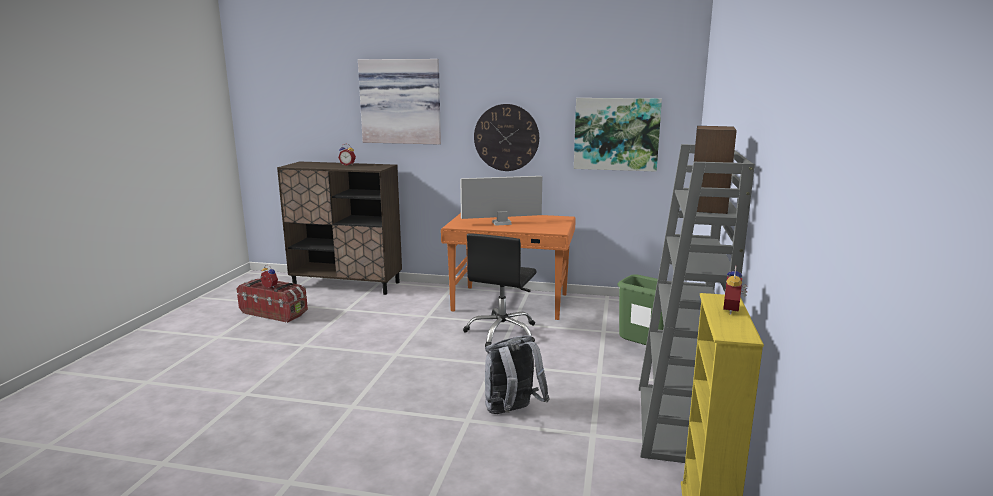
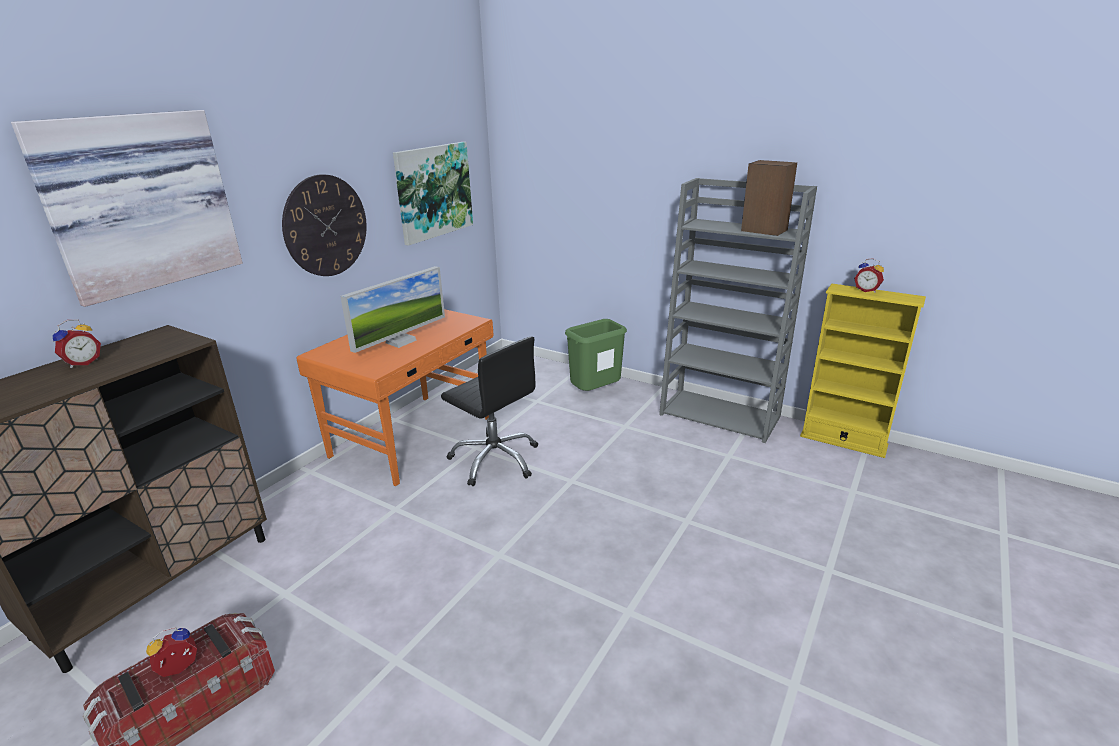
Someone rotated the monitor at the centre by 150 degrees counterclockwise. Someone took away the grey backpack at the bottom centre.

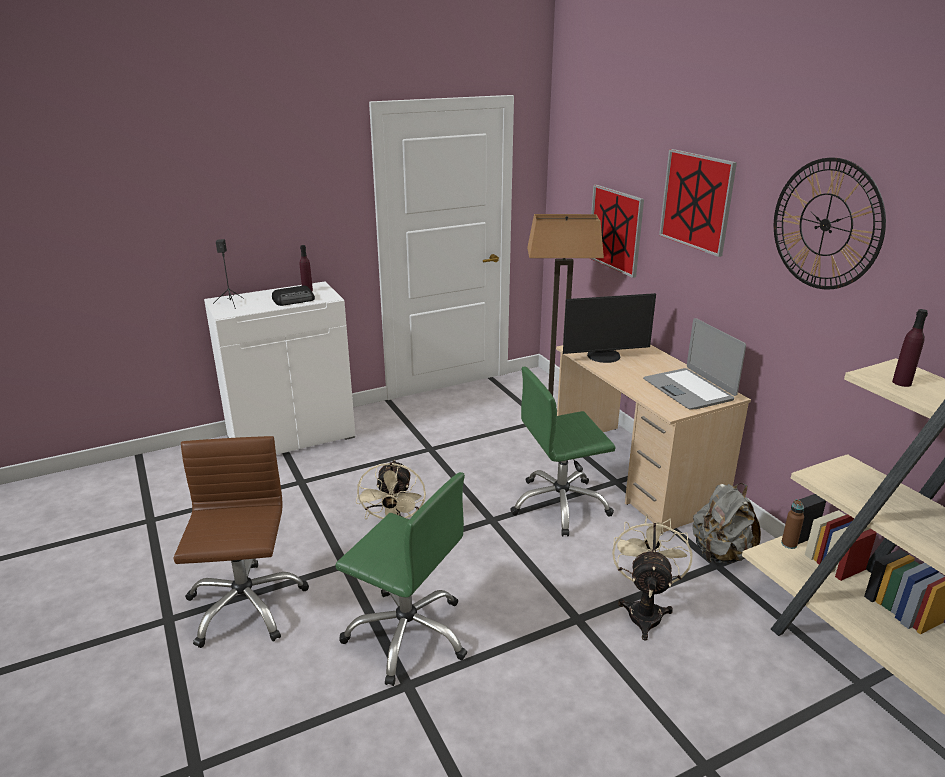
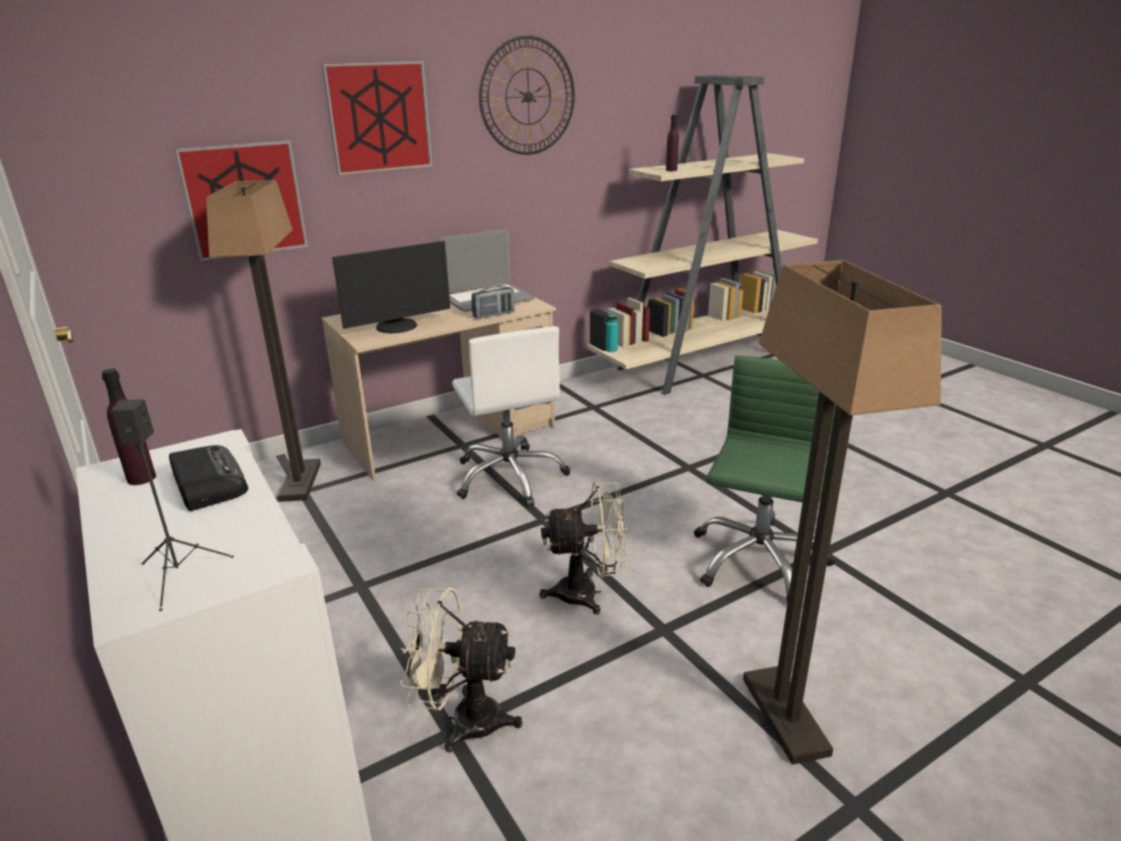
Someone rotated the monitor at the centre by 75 degrees clockwise. Someone carried the beige fan (no. 2 from left in the first image) from the bottom right to the bottom centre. Someone repainted the green office chair (no. 2 from left) at the centre, which became the white office chair at the centre. Someone put down the radio (no. 2 from left) at the centre. Someone repainted the brown bottle at the bottom right, which became the turquoise bottle at the centre. Someone swapped the brown office chair at the bottom left for the floor lamp (no. 2 from left) at the middle right. Someone took away the grey backpack at the bottom right.

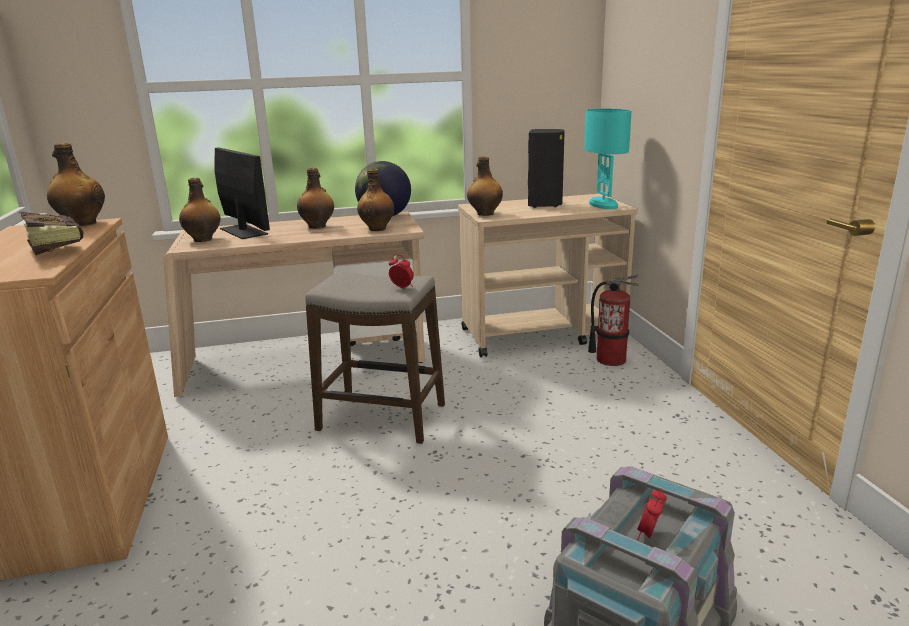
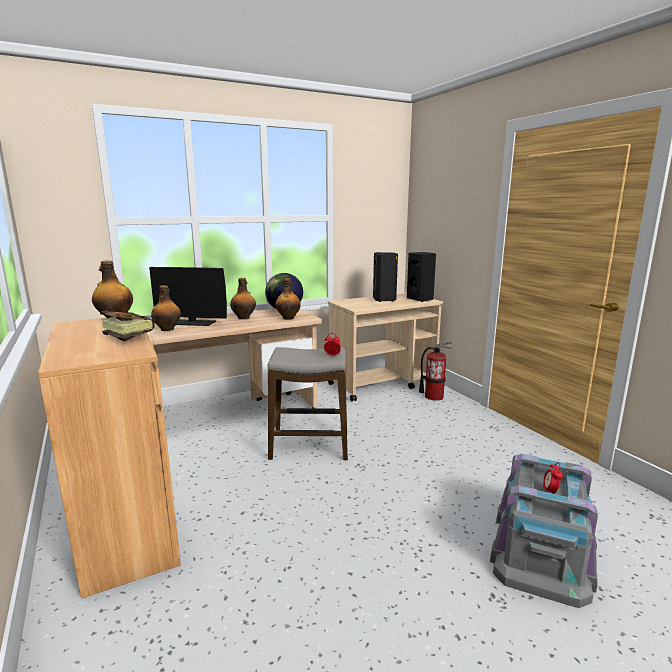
Someone rotated the monitor at the top left by 150 degrees clockwise. Someone swapped the turquoise table lamp at the top right for the black speaker (no. 2 from left) at the centre. Someone took away the bottle (no. 5 from left) at the top centre.

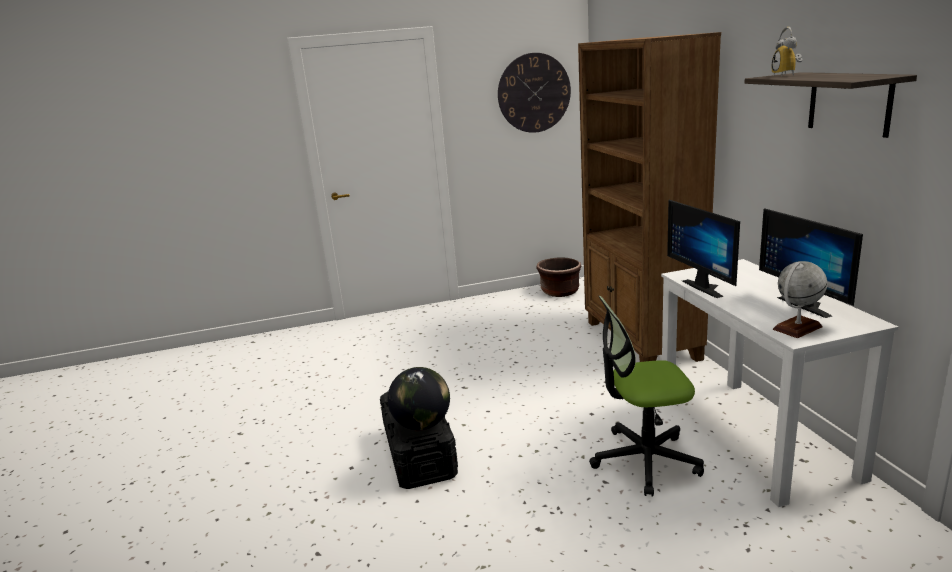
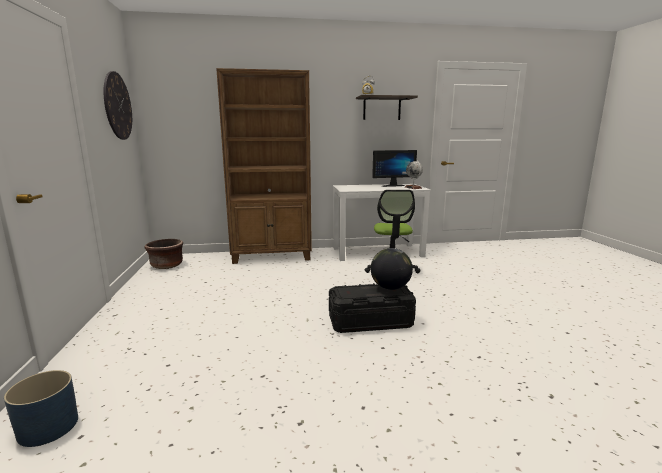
Someone put down the blue planter at the bottom left. Someone took away the monitor (no. 1 from left) at the middle right.

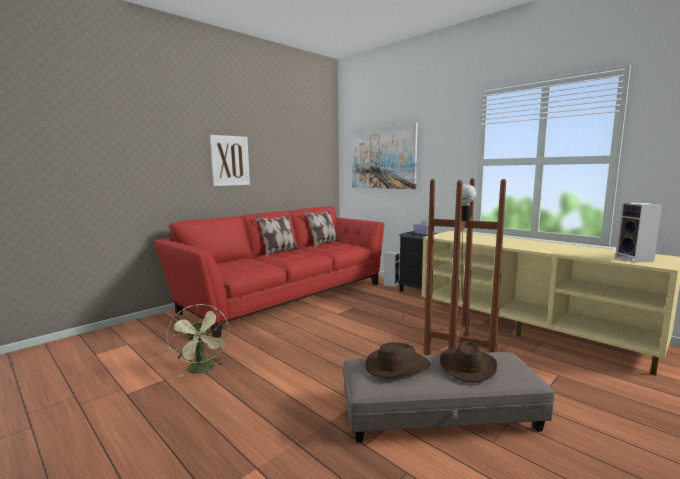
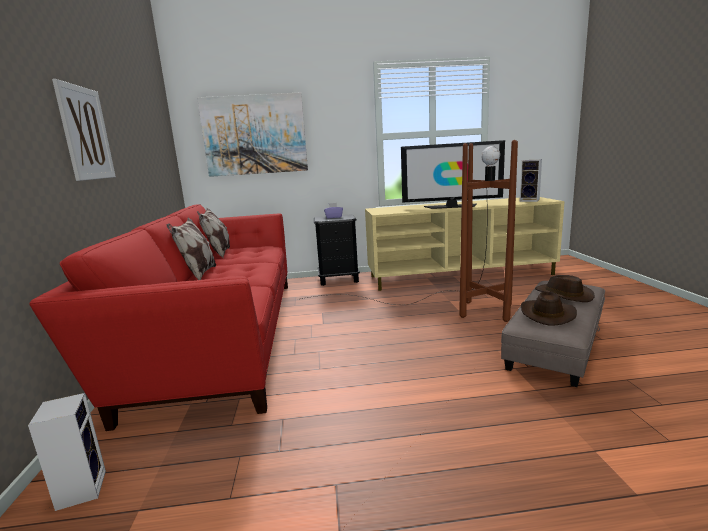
Someone carried the speaker (no. 1 from left) from the centre to the bottom left. Someone put down the television at the top centre. Someone took away the green fan at the bottom left.

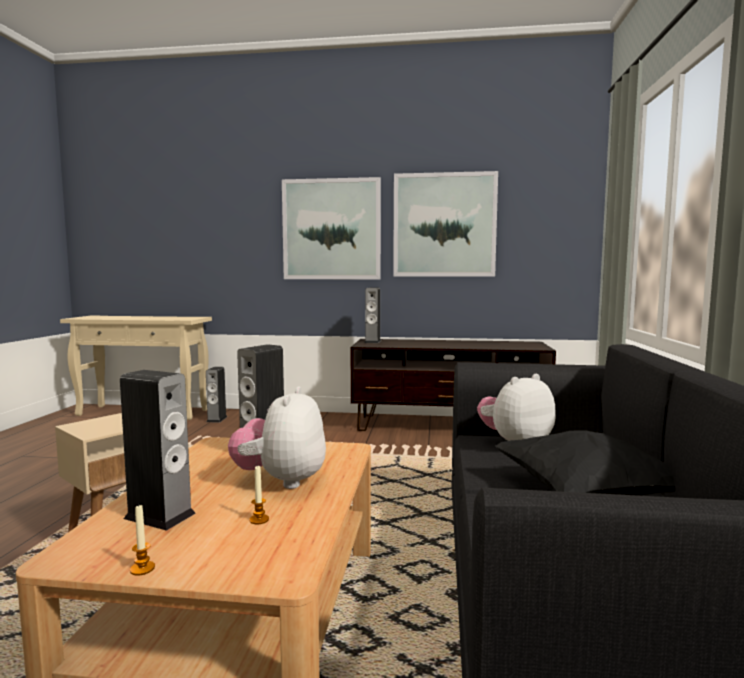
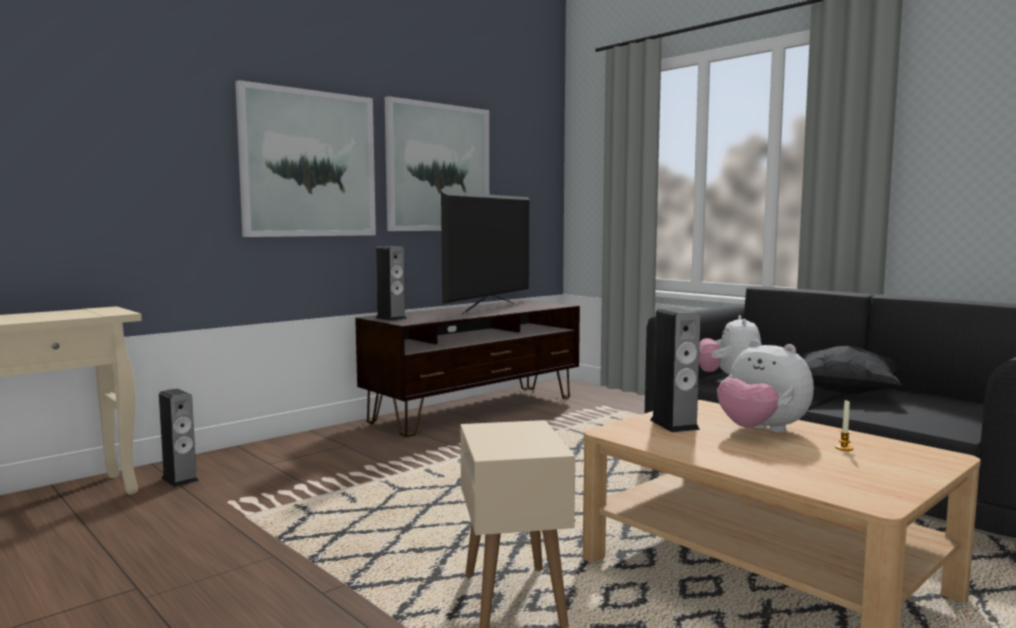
Someone put down the television at the centre. Someone took away the speaker (no. 1 from left) at the middle left. Someone took away the candle (no. 1 from left) at the bottom left.

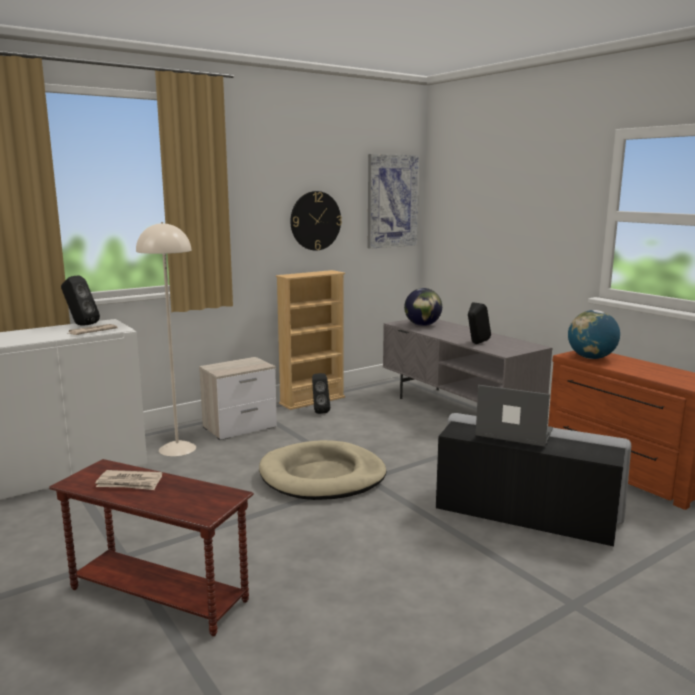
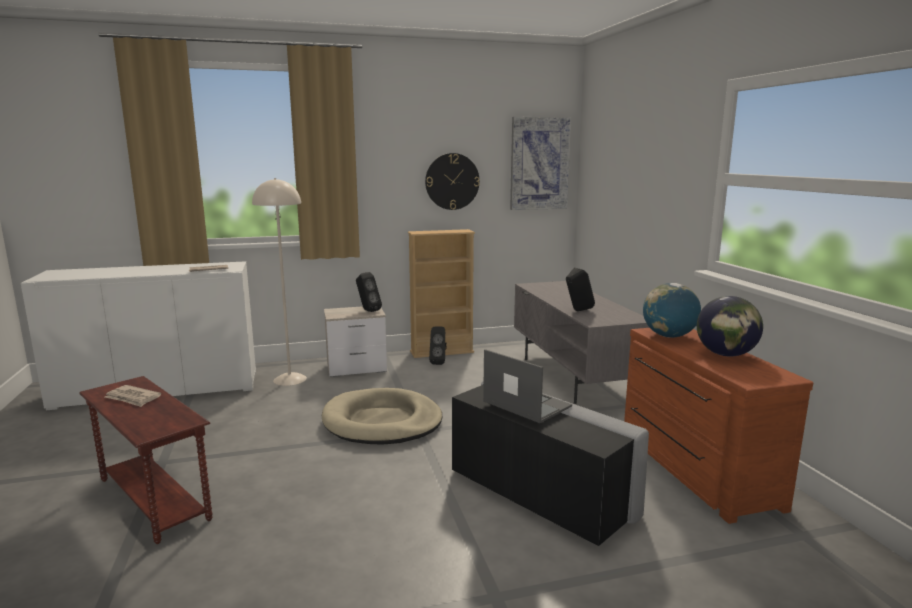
Someone carried the black speaker (no. 1 from left) from the middle left to the centre. Someone carried the globe (no. 1 from left in the first image) from the centre to the middle right.

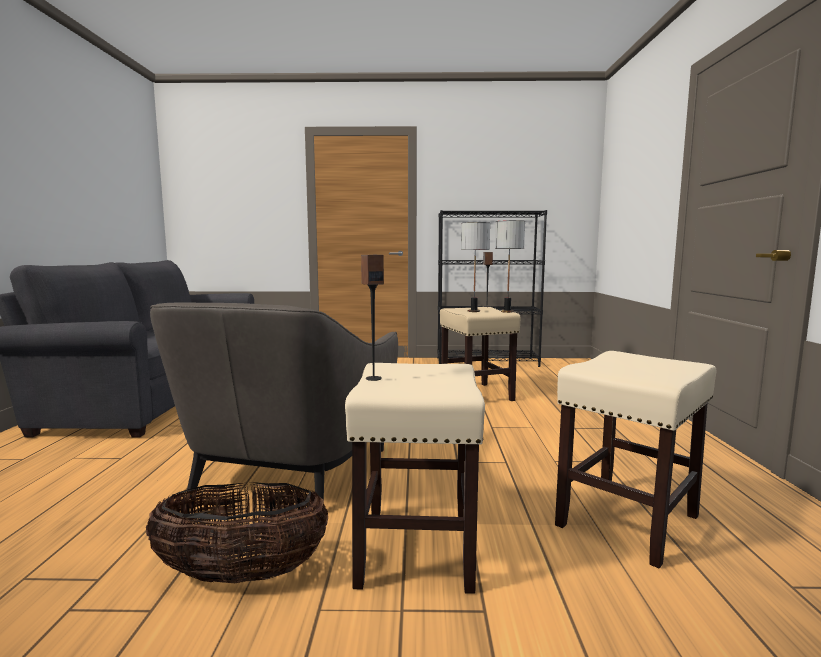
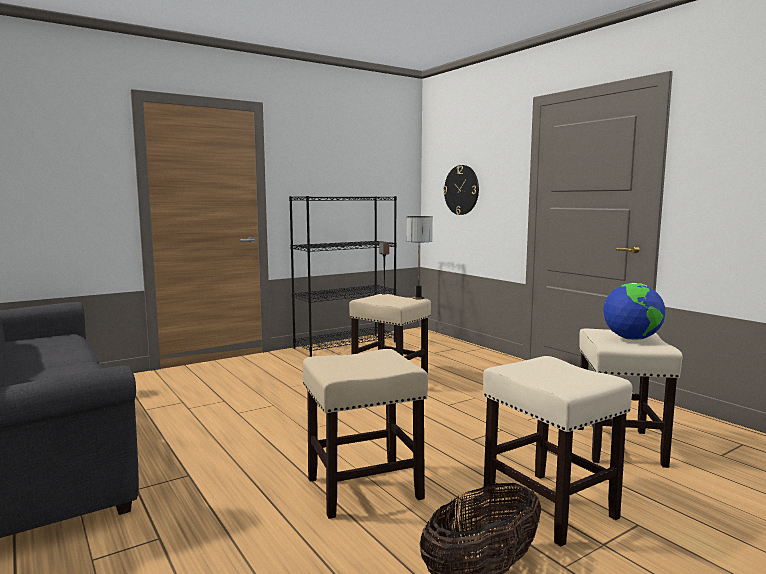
Someone swapped the grey armchair at the centre for the beige stool (no. 1 from left) at the bottom centre. Someone put up the wall clock at the top centre. Someone put down the globe at the middle right. Someone took away the speaker (no. 1 from left) at the centre. Someone took away the table lamp (no. 1 from left) at the centre.

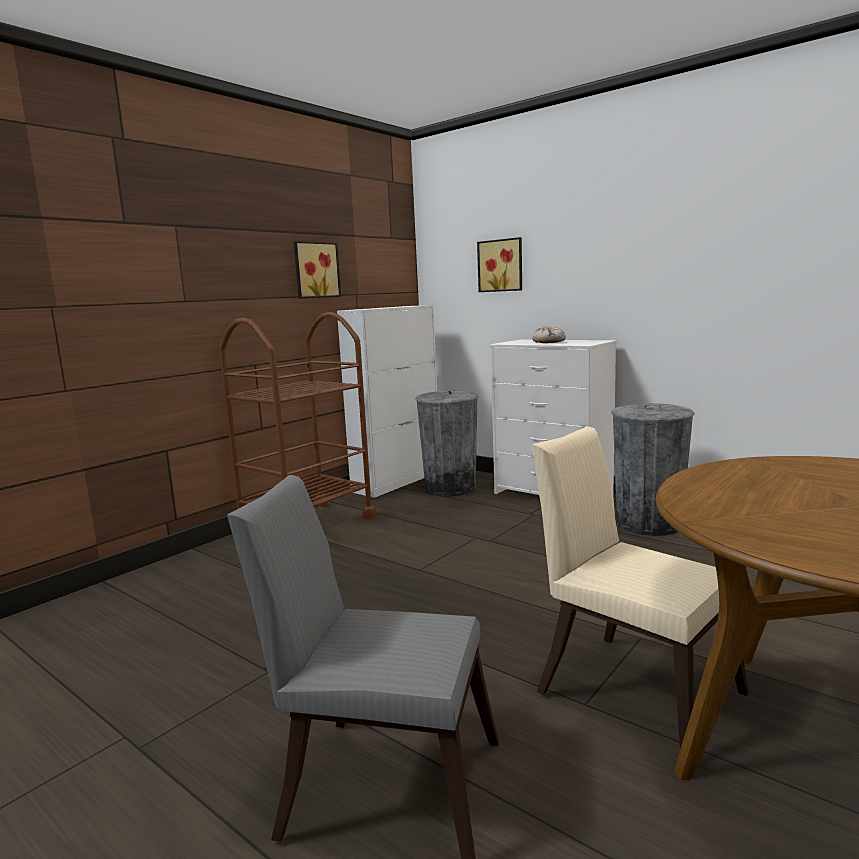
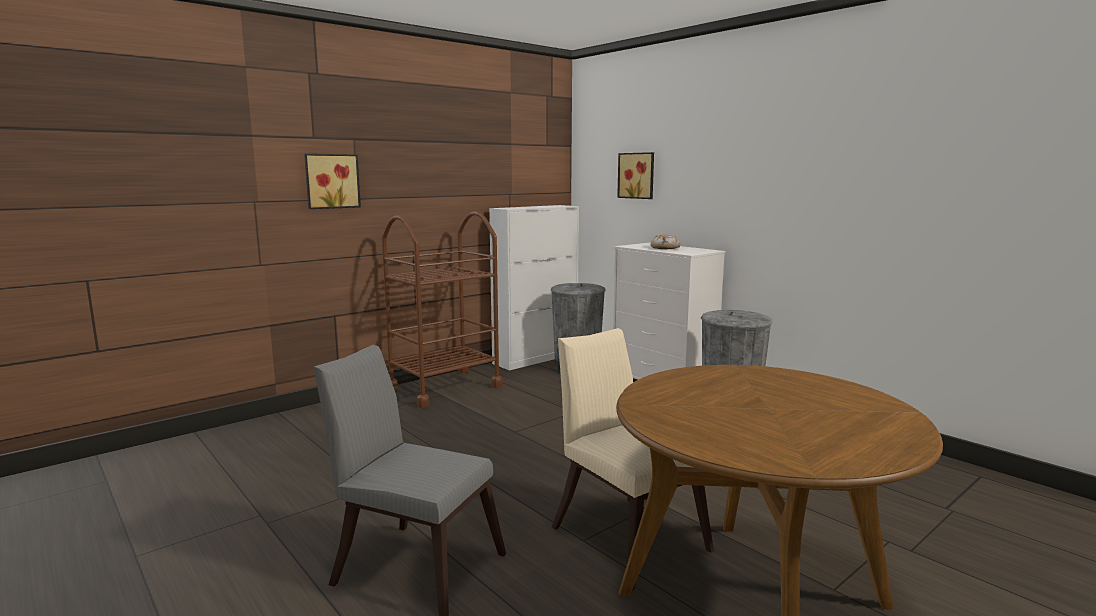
Someone carried the picture (no. 1 from left) from the top centre to the top left.

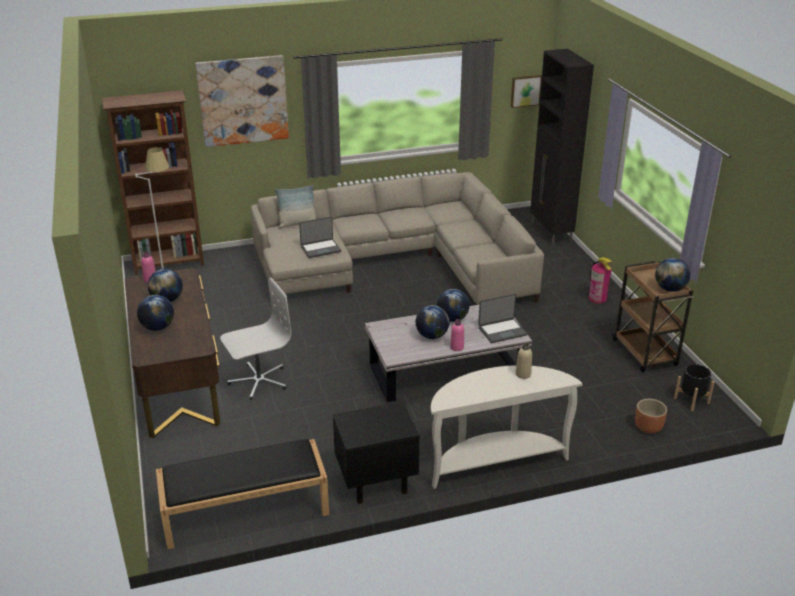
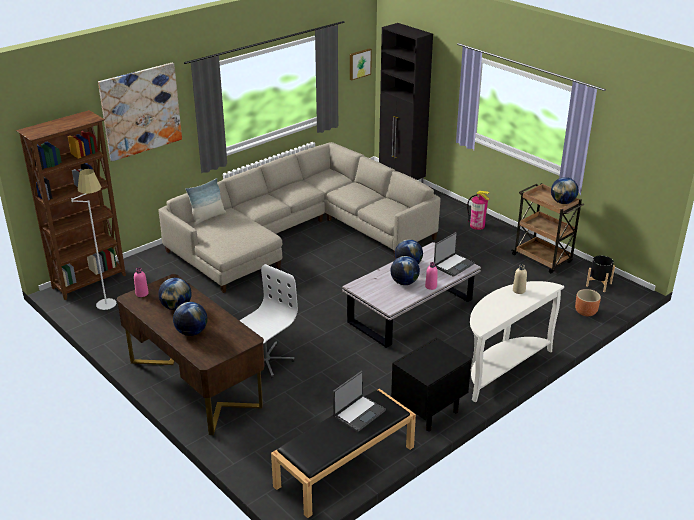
Someone carried the laptop (no. 1 from left) from the centre to the bottom centre.

